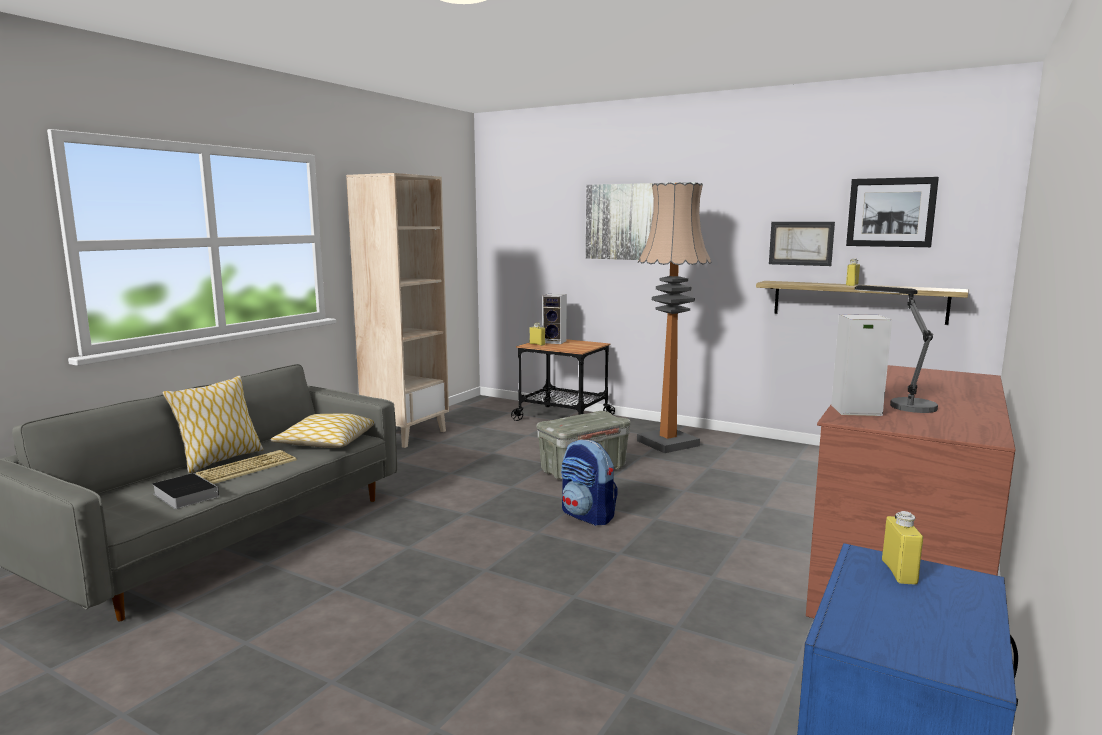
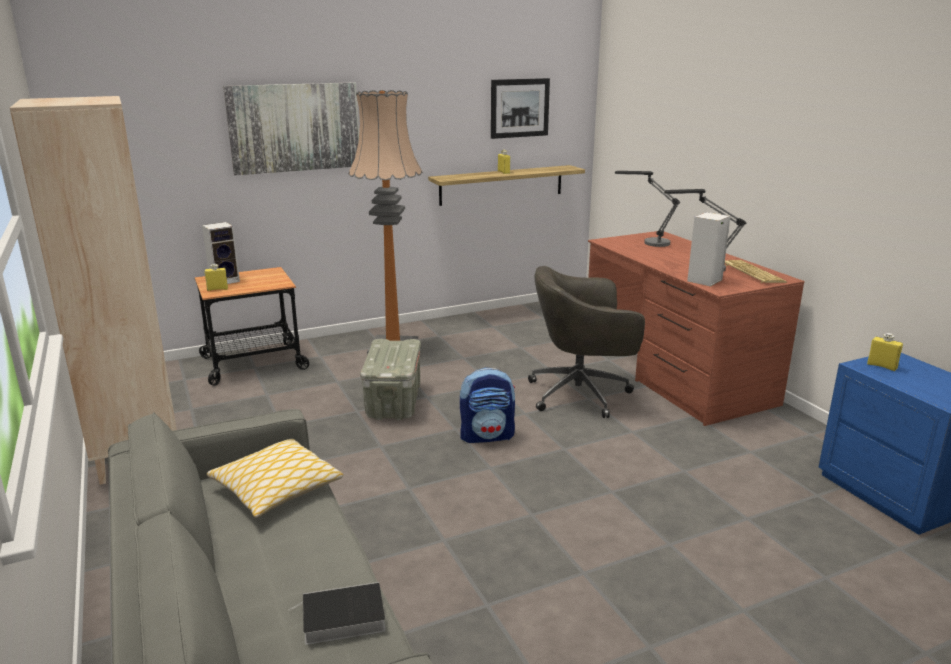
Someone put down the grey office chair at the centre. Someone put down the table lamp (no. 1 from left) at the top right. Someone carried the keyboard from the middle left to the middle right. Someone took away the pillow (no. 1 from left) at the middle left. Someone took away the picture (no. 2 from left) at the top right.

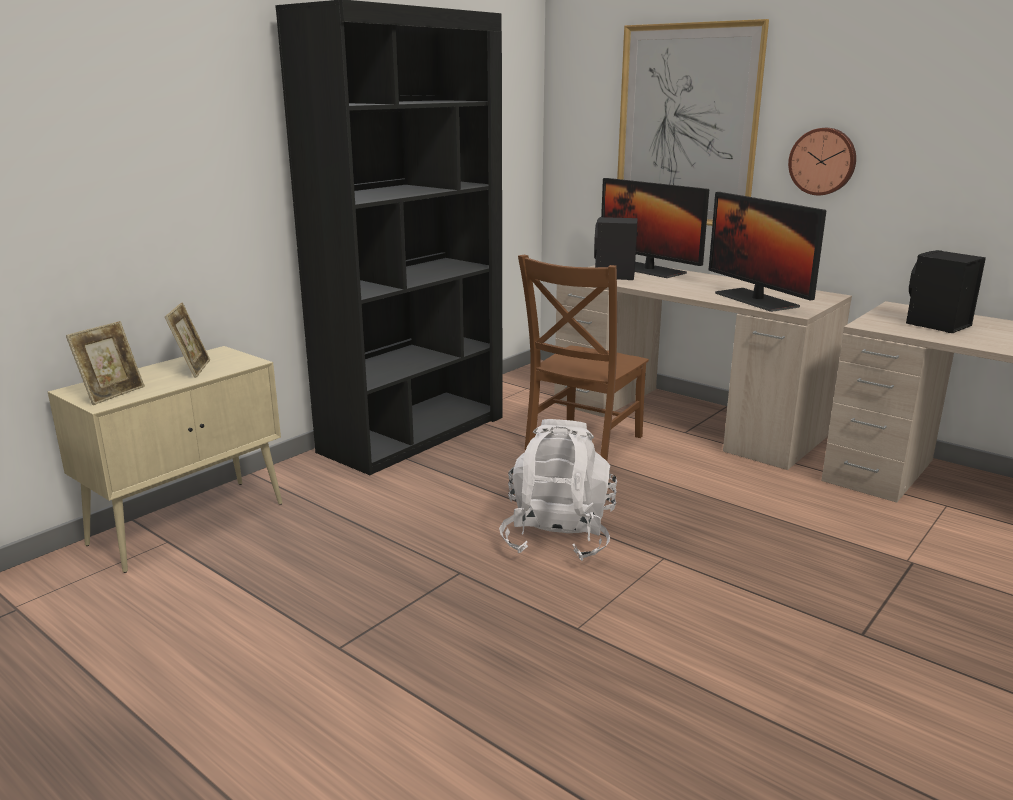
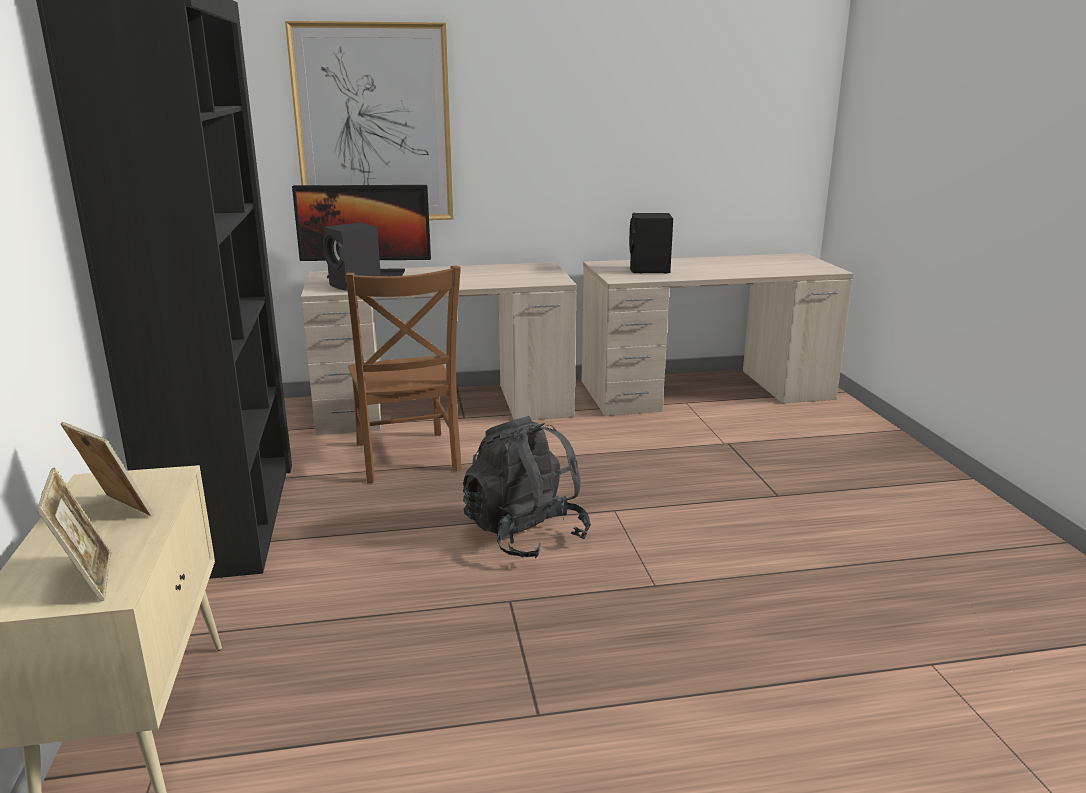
Someone repainted the white backpack at the centre, which became the black backpack at the centre. Someone took away the monitor (no. 2 from left) at the top right. Someone took away the wall clock at the top right.

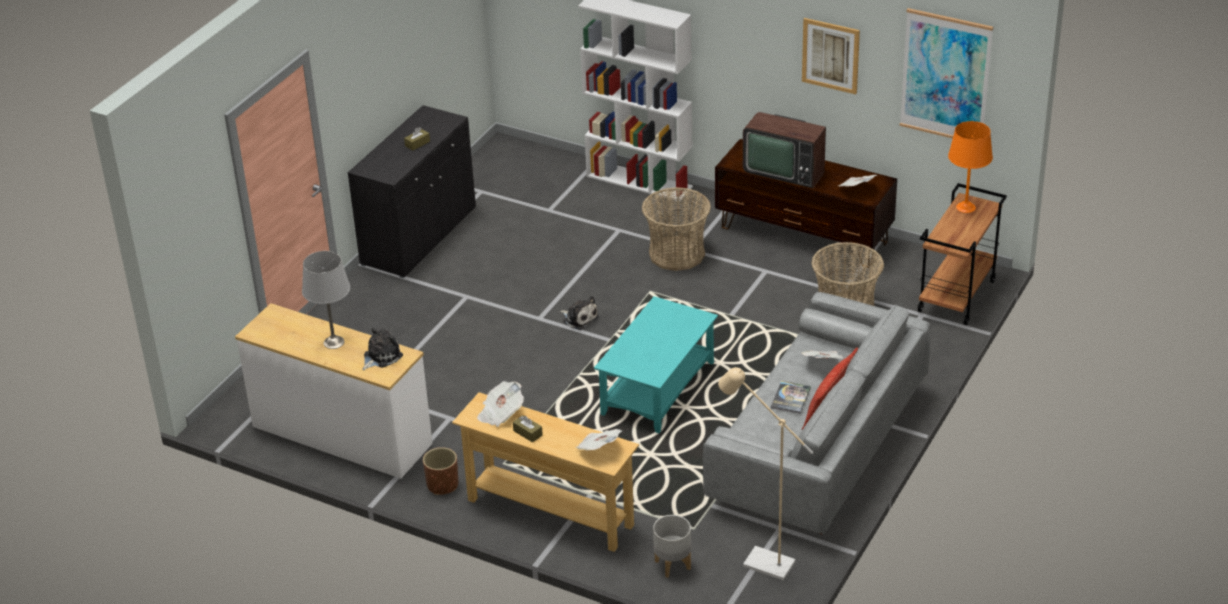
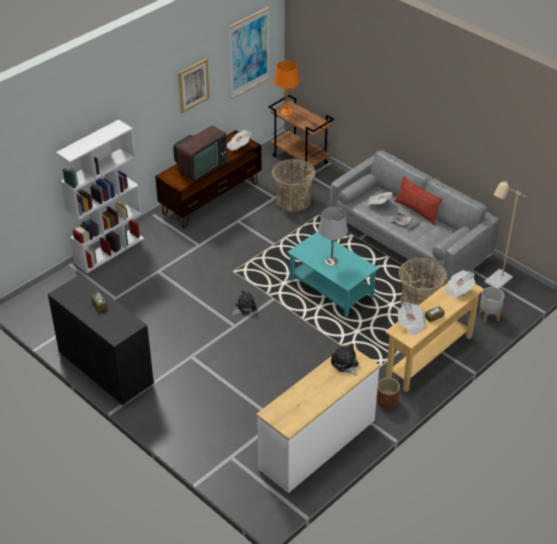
Someone carried the grey table lamp from the middle left to the centre. Someone carried the basket (no. 1 from left in the first image) from the centre to the middle right.

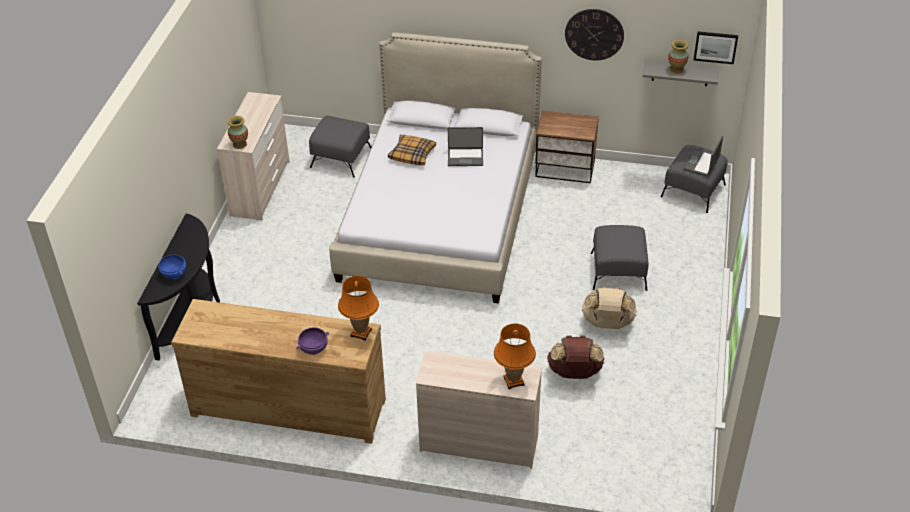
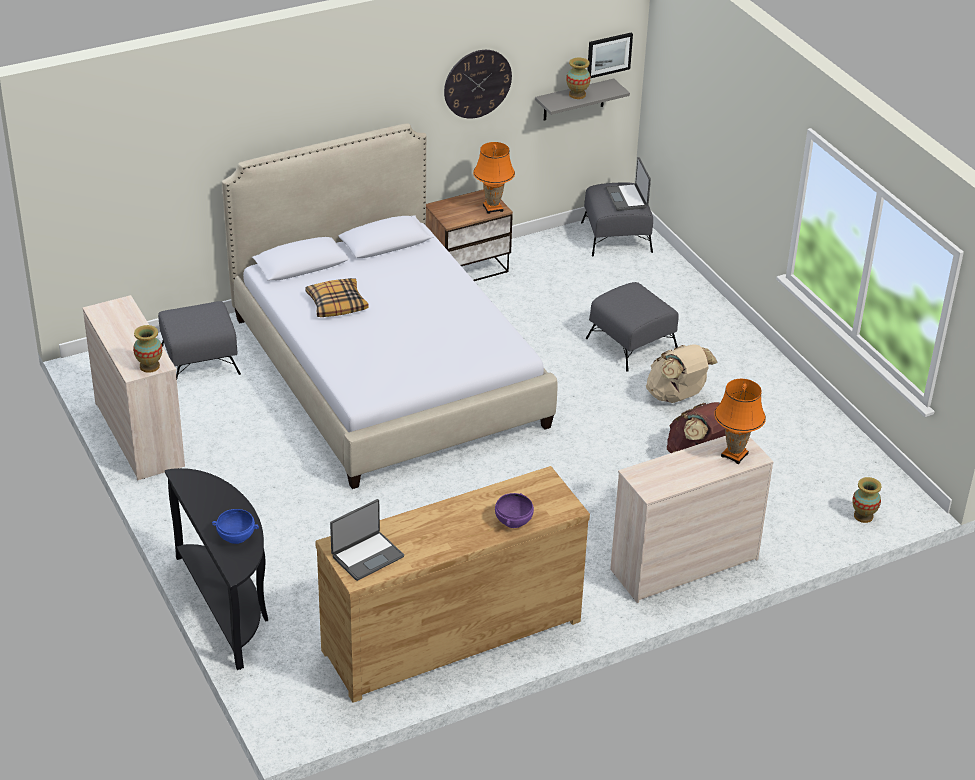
Someone carried the laptop (no. 1 from left) from the top centre to the bottom centre. Someone carried the orange table lamp (no. 1 from left) from the centre to the top centre. Someone put down the vase (no. 3 from left) at the middle right.

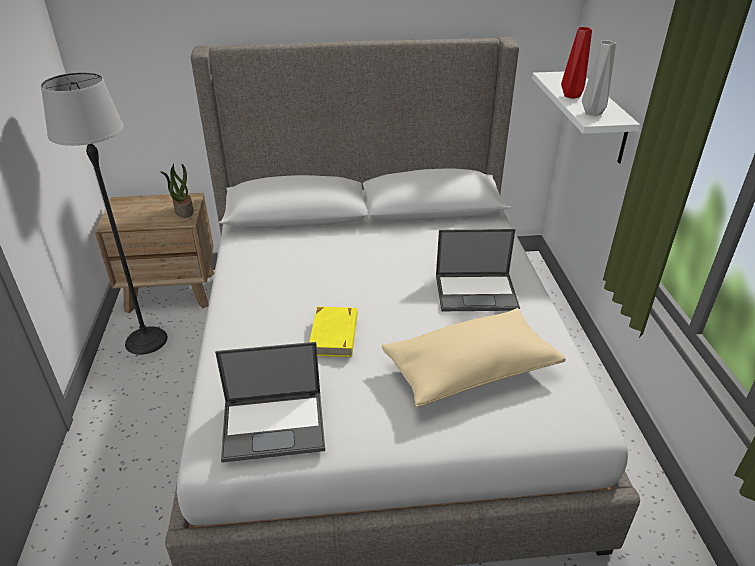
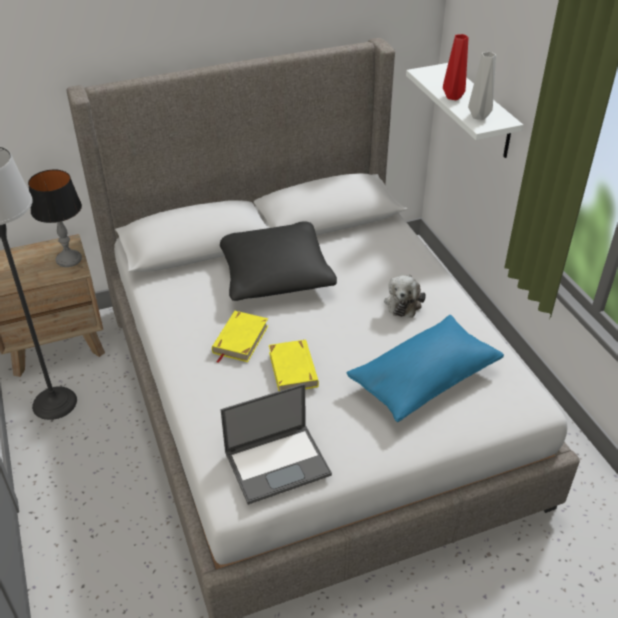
Someone swapped the potted plant at the middle left for the table lamp at the middle left. Someone put down the yellow book (no. 1 from left) at the centre. Someone put down the black pillow at the centre. Someone repainted the beige pillow at the centre, which became the blue pillow at the middle right. Someone swapped the laptop (no. 2 from left) at the centre for the plush toy at the centre.

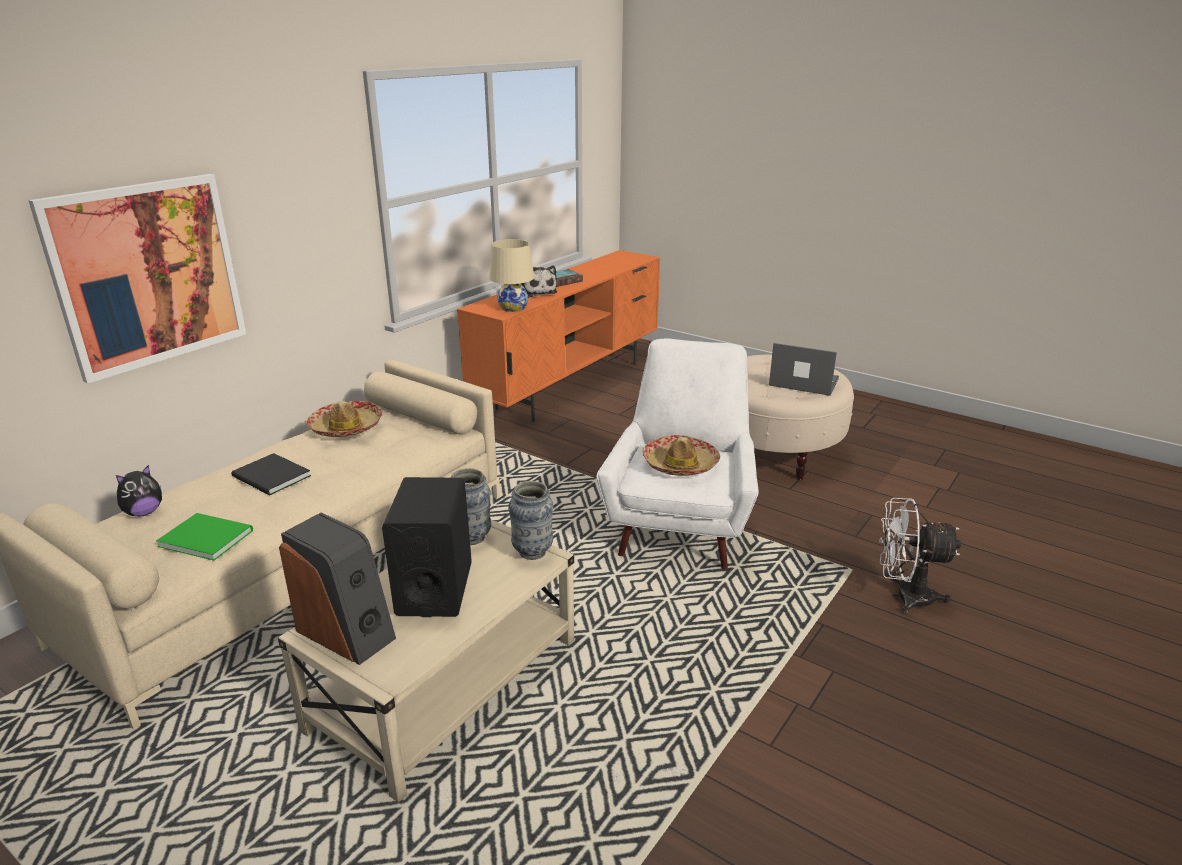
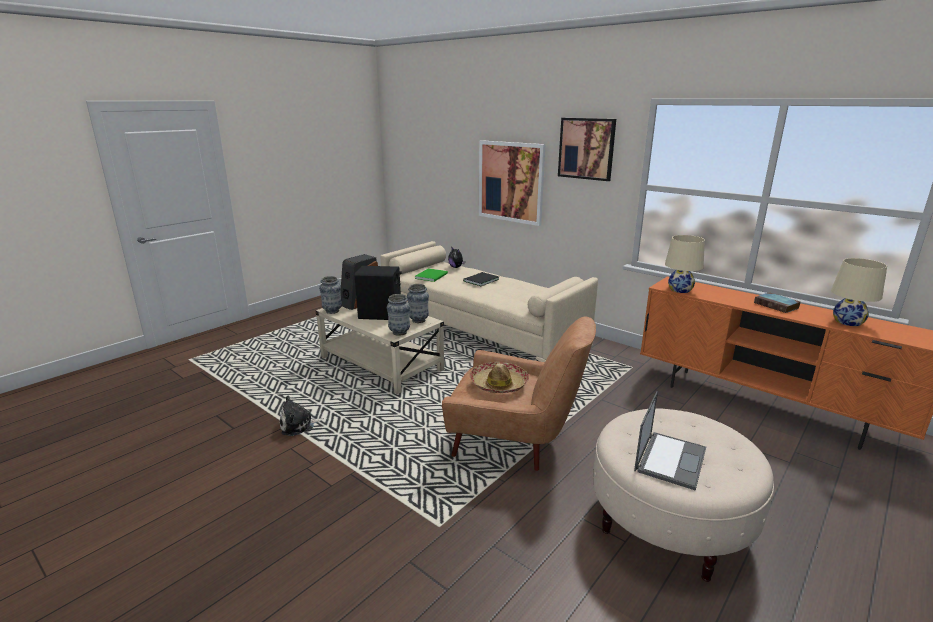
Someone carried the plush toy (no. 2 from left in the first image) from the top centre to the bottom left. Someone put down the vase (no. 1 from left) at the centre. Someone repainted the white armchair at the centre, which became the brown armchair at the centre. Someone put up the picture (no. 2 from left) at the top centre. Someone put down the beige table lamp (no. 2 from left) at the middle right. Someone took away the hat (no. 1 from left) at the middle left. Someone took away the white fan at the middle right.

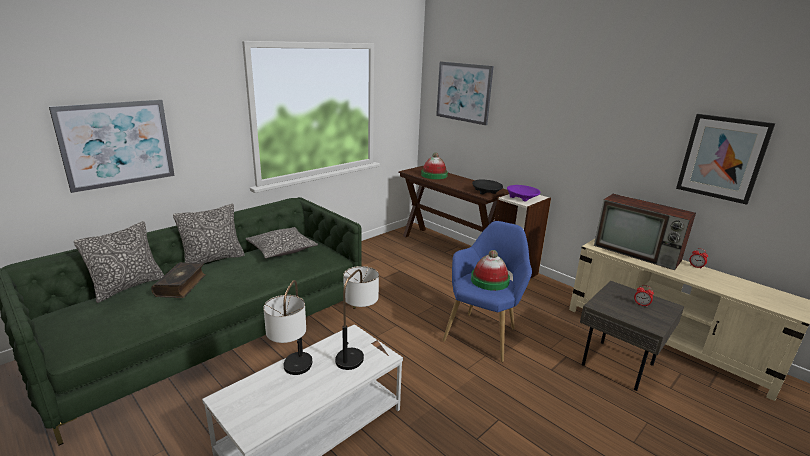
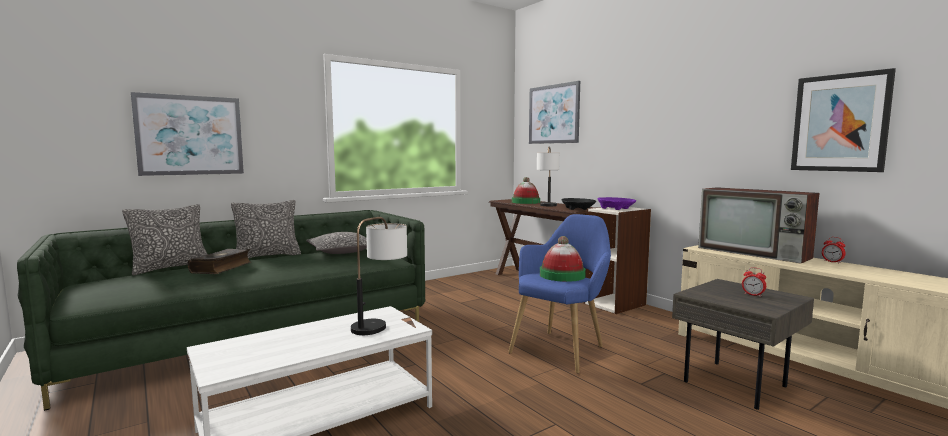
Someone carried the table lamp (no. 1 from left in the first image) from the bottom centre to the centre.

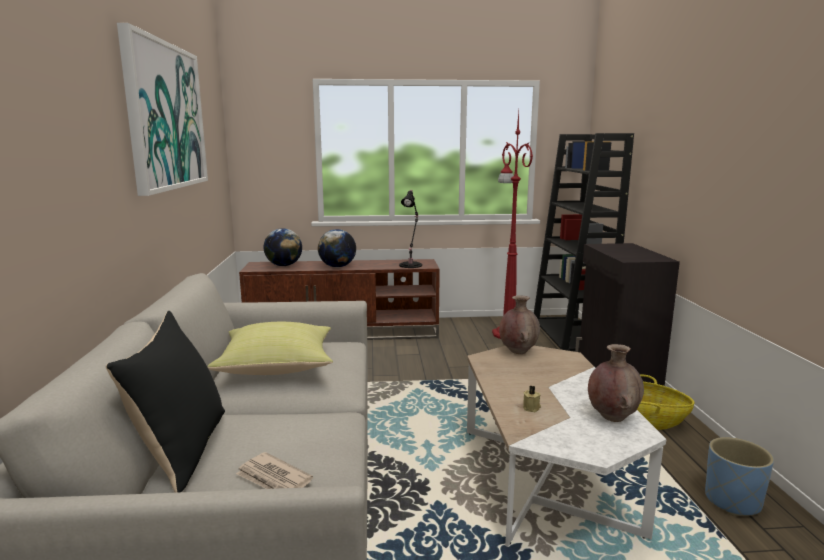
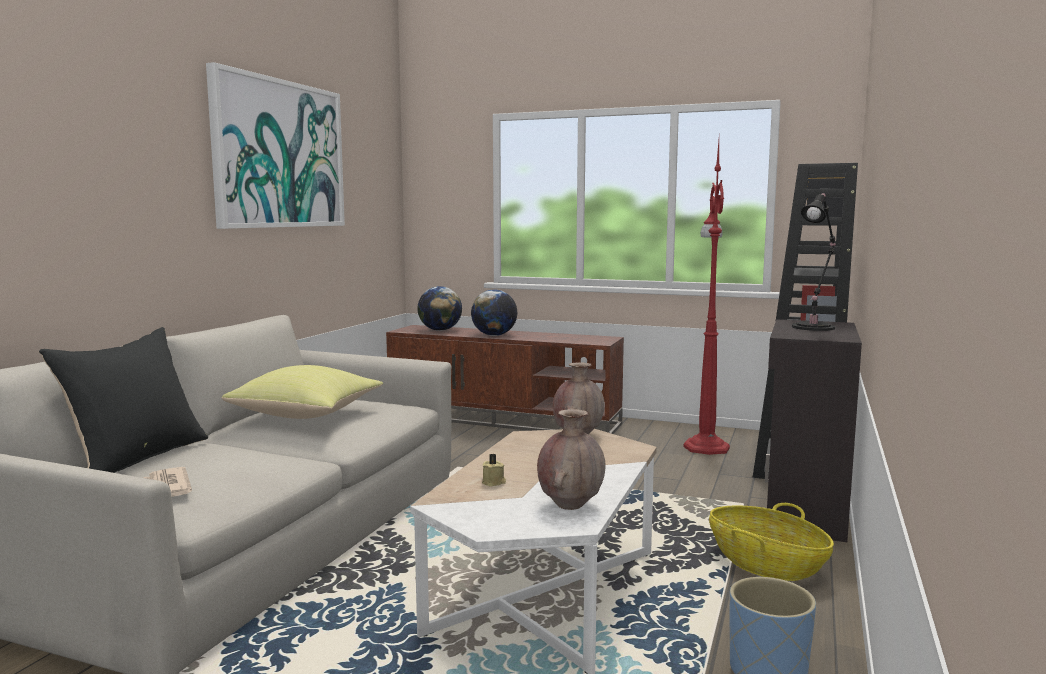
Someone carried the black table lamp from the centre to the middle right.

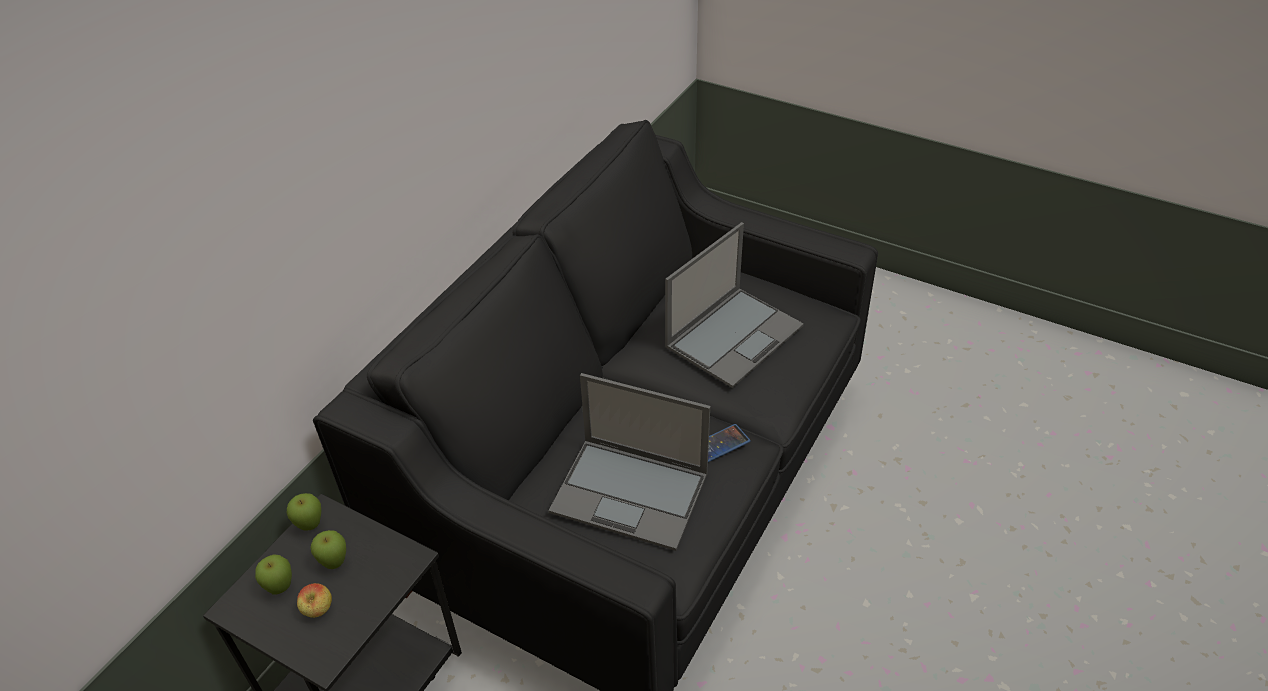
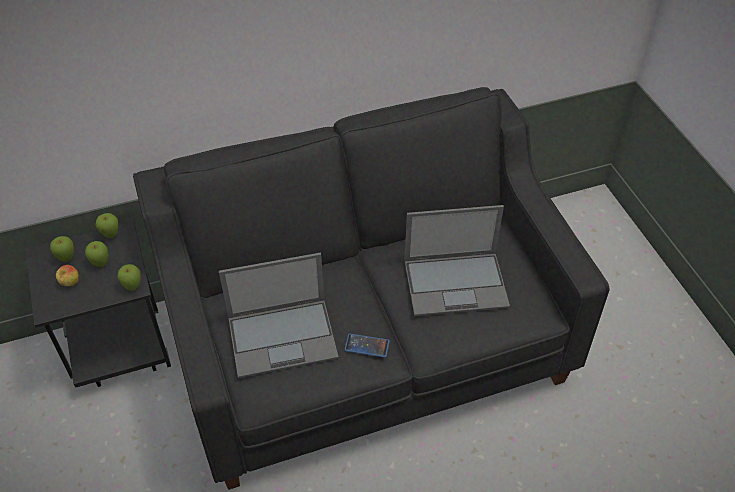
Someone put down the apple (no. 5 from left) at the middle left. Someone rotated the laptop (no. 1 from left) at the bottom centre by 75 degrees counterclockwise.

